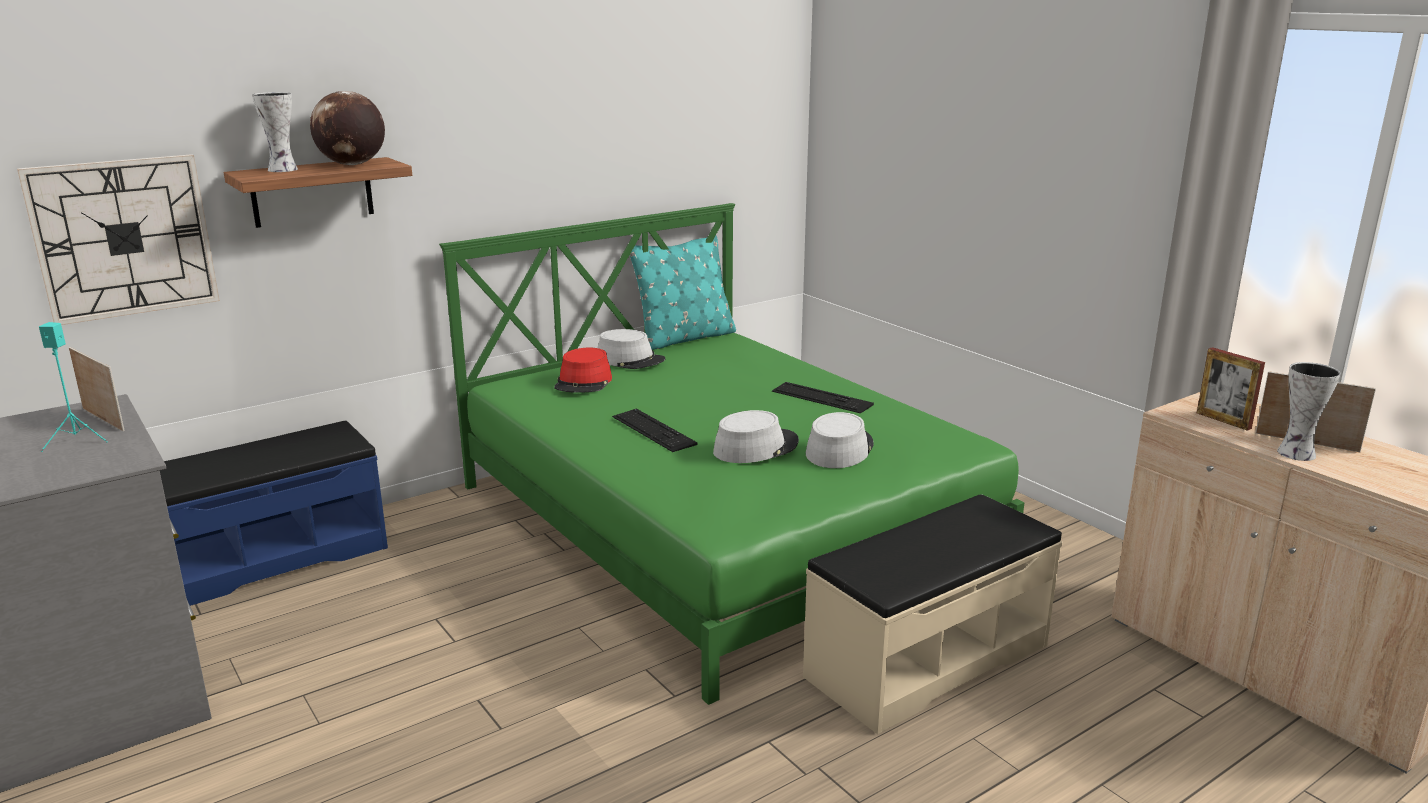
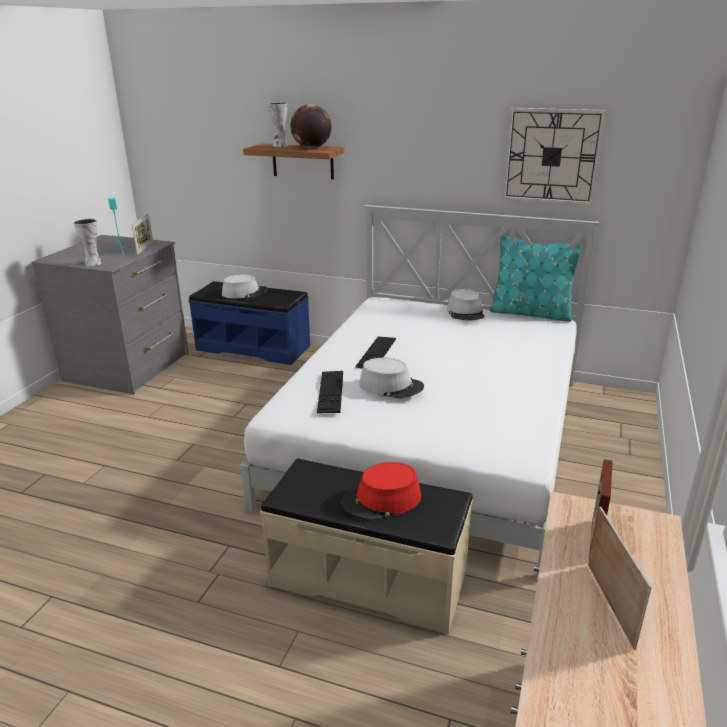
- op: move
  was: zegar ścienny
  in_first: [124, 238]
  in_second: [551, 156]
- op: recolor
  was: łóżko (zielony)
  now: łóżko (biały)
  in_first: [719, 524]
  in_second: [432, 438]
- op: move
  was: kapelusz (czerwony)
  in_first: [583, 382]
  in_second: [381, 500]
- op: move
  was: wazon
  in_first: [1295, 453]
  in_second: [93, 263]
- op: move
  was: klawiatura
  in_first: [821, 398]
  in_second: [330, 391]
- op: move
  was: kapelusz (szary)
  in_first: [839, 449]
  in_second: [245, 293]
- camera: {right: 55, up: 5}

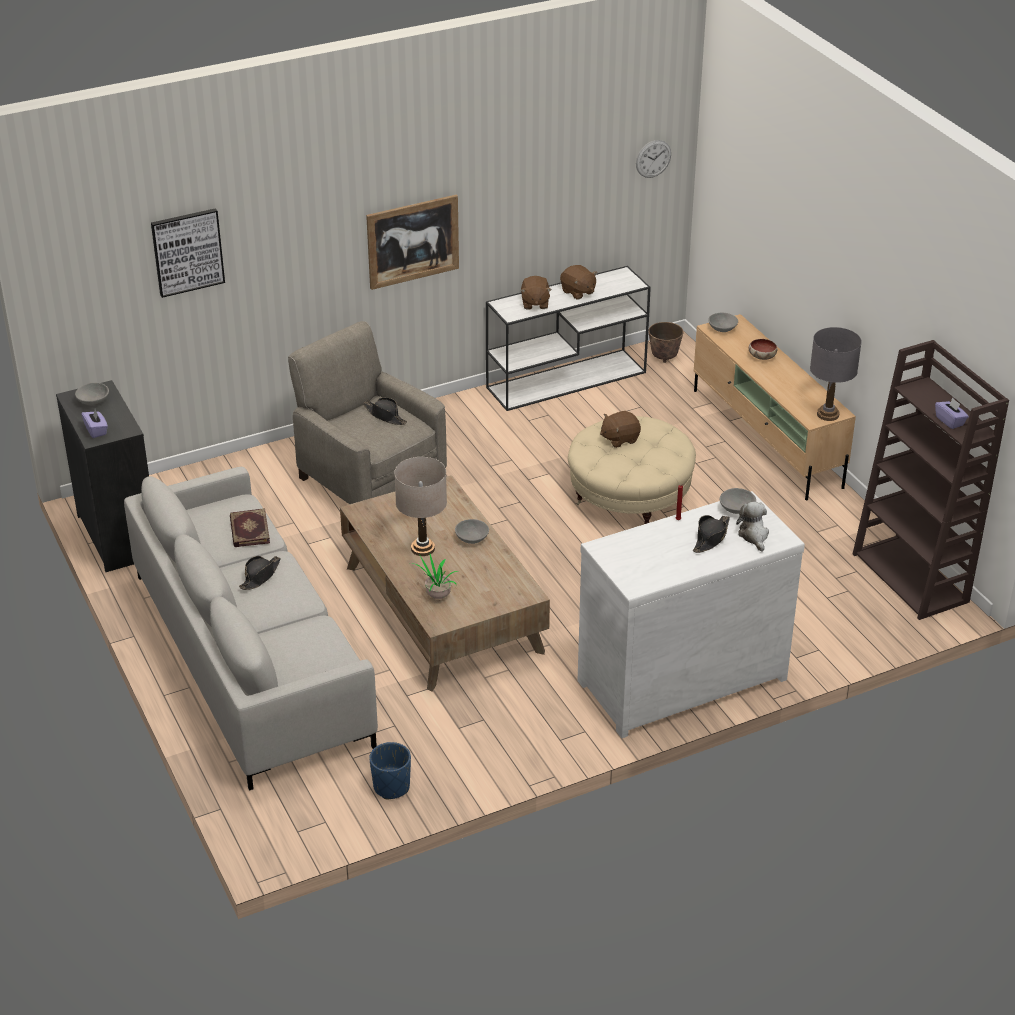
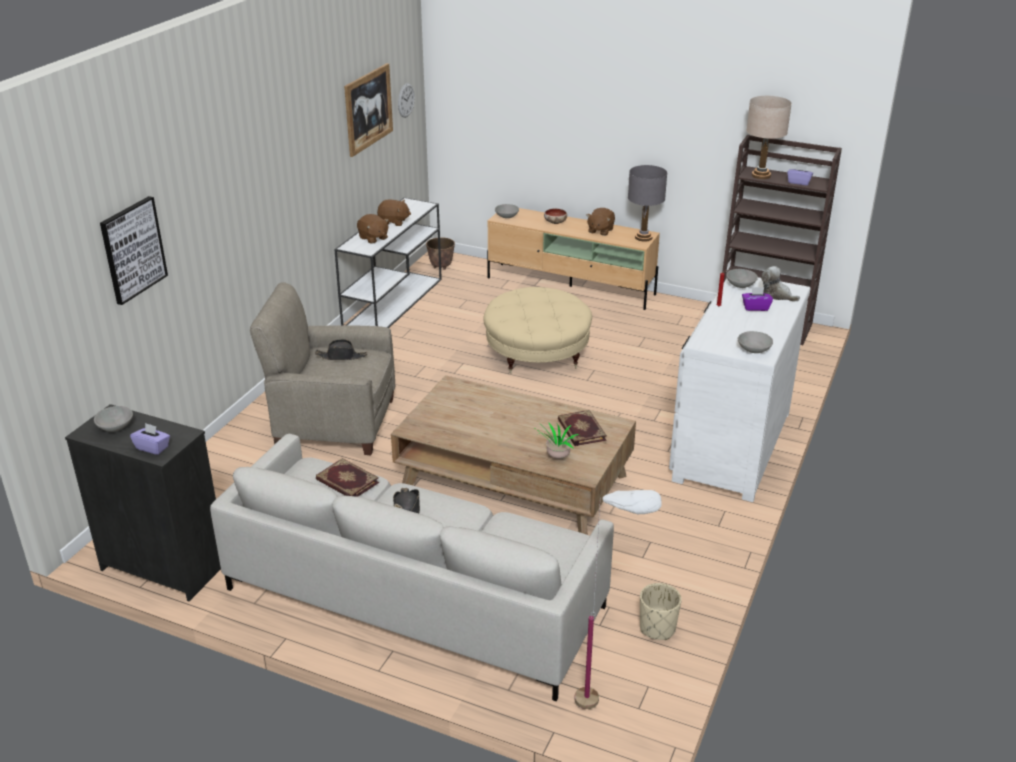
- op: move
  was: obraz
  in_first: [413, 241]
  in_second: [368, 109]
- op: move
  was: pluszak (brązowy)
  in_first: [619, 439]
  in_second: [600, 230]
- op: move
  was: lampa stołowa (beżowy)
  in_first: [422, 548]
  in_second: [761, 175]
- op: replace
  was: kapelusz (czarny)
  now: pudełko chusteczek (fioletowy)
  in_first: [711, 538]
  in_second: [755, 307]
- op: move
  was: miska (szary)
  in_first: [472, 538]
  in_second: [753, 349]
- op: recolor
  was: donica (niebieski)
  now: donica (beżowy)
  in_first: [391, 787]
  in_second: [657, 628]
- op: insert
  now: książka
  in_second: [580, 430]
- op: insert
  now: lampa stojąca (biały)
  in_second: [607, 707]
- camera: {right: -40, up: -5}

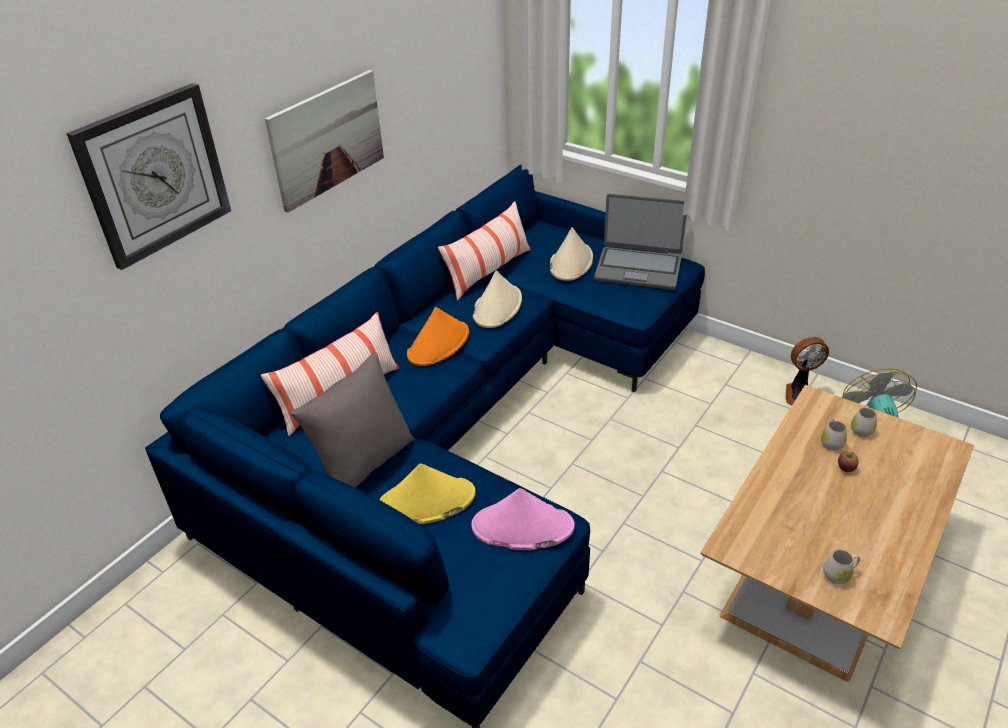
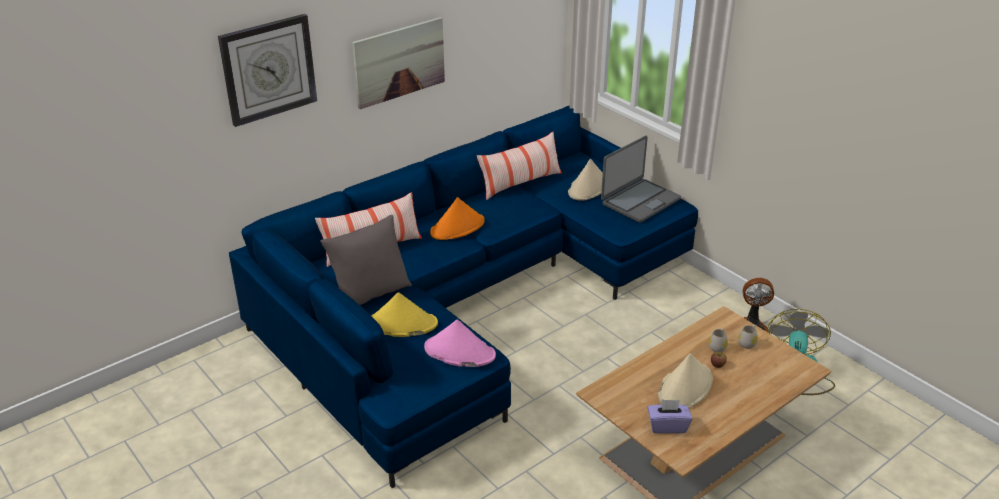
- op: rotate
  was: laptop
  in_first: [638, 268]
  in_second: [640, 201]
  clockwise: -75
- op: move
  was: kapelusz (beżowy)
  in_first: [497, 307]
  in_second: [685, 387]
- op: replace
  was: kubek (biały)
  now: pudełko chusteczek (fioletowy)
  in_first: [839, 574]
  in_second: [667, 426]
- camera: {right: 15, up: -5}

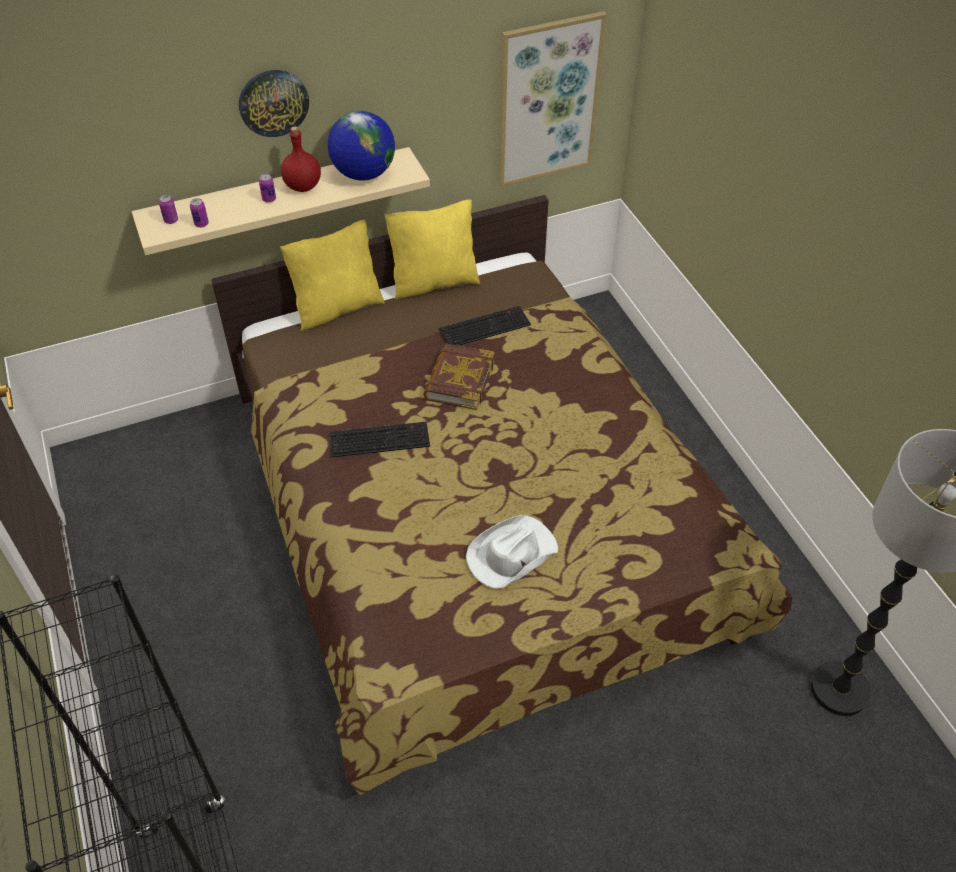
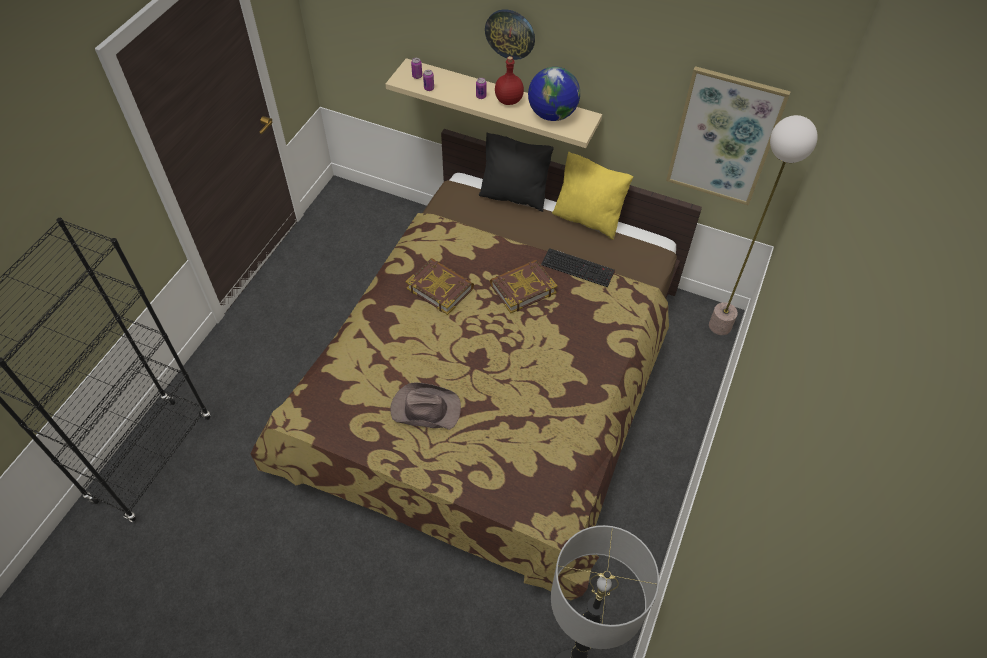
- op: recolor
  was: poduszka (żółty)
  now: poduszka (czarny)
  in_first: [337, 307]
  in_second: [514, 195]
- op: replace
  was: klawiatura
  now: książka
  in_first: [380, 439]
  in_second: [440, 288]
- op: recolor
  was: kapelusz (biały)
  now: kapelusz (brązowy)
  in_first: [511, 554]
  in_second: [425, 409]
- op: insert
  now: lampa stojąca
  in_second: [720, 326]
- camera: {right: 45, up: 5}

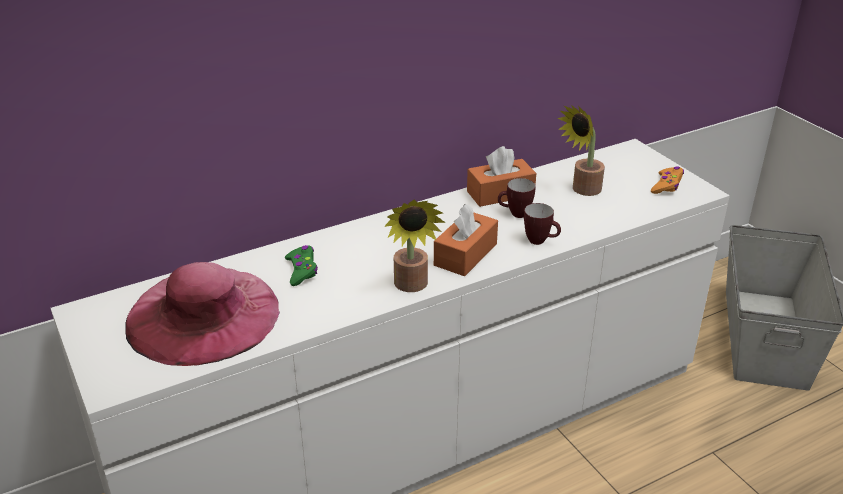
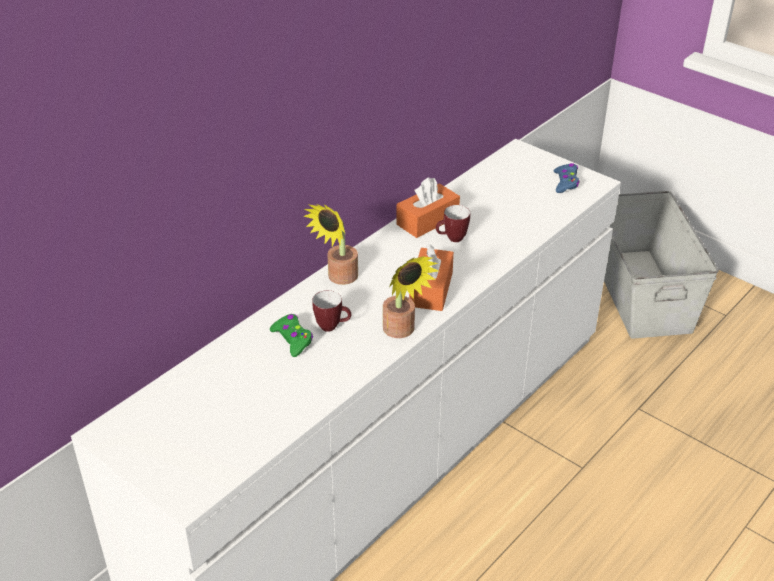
- op: move
  was: roślina doniczkowa
  in_first: [582, 190]
  in_second: [339, 278]
- op: recolor
  was: pad do gier (pomarańczowy)
  now: pad do gier (niebieski)
  in_first: [667, 185]
  in_second: [565, 182]
- op: move
  was: kubek
  in_first: [540, 241]
  in_second: [332, 326]
- op: delete
  was: kapelusz (różowy)
  in_first: [203, 315]
- camera: {right: -20, up: 5}

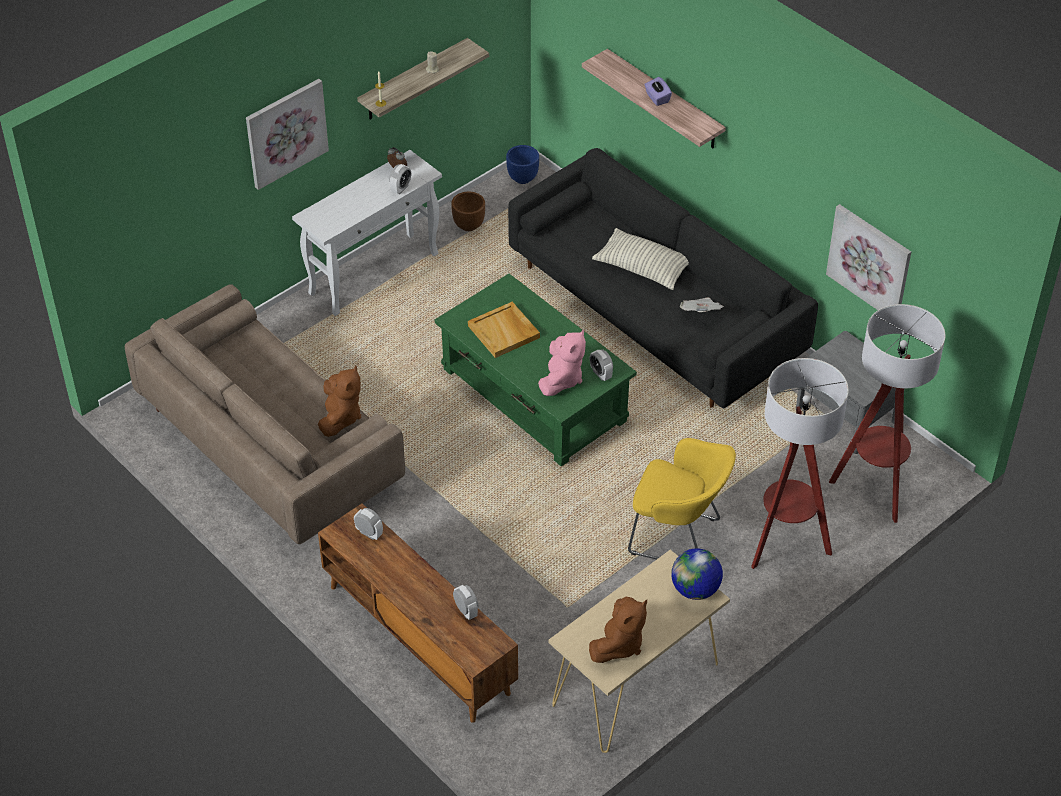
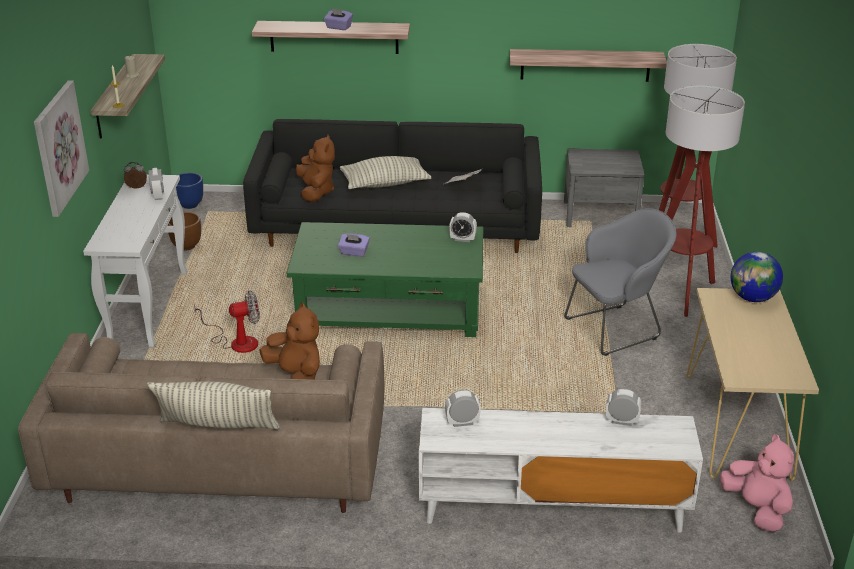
- op: replace
  was: obraz
  now: półka
  in_first: [870, 261]
  in_second: [585, 65]
- op: replace
  was: taca (beżowy)
  now: pudełko chusteczek (fioletowy)
  in_first: [504, 332]
  in_second: [354, 252]
- op: move
  was: pluszak (różowy)
  in_first: [561, 379]
  in_second: [756, 509]
- op: recolor
  was: fotel (żółty)
  now: fotel (szary)
  in_first: [678, 537]
  in_second: [616, 328]
- op: recolor
  was: szafka pod telewizor (brązowy)
  now: szafka pod telewizor (biały)
  in_first: [417, 639]
  in_second: [551, 508]
- op: move
  was: pluszak (brązowy)
  in_first: [619, 644]
  in_second: [316, 192]
- op: insert
  now: wentylator
  in_second: [236, 342]
- op: insert
  now: poduszka
  in_second: [218, 430]
- camera: {right: -45, up: -15}

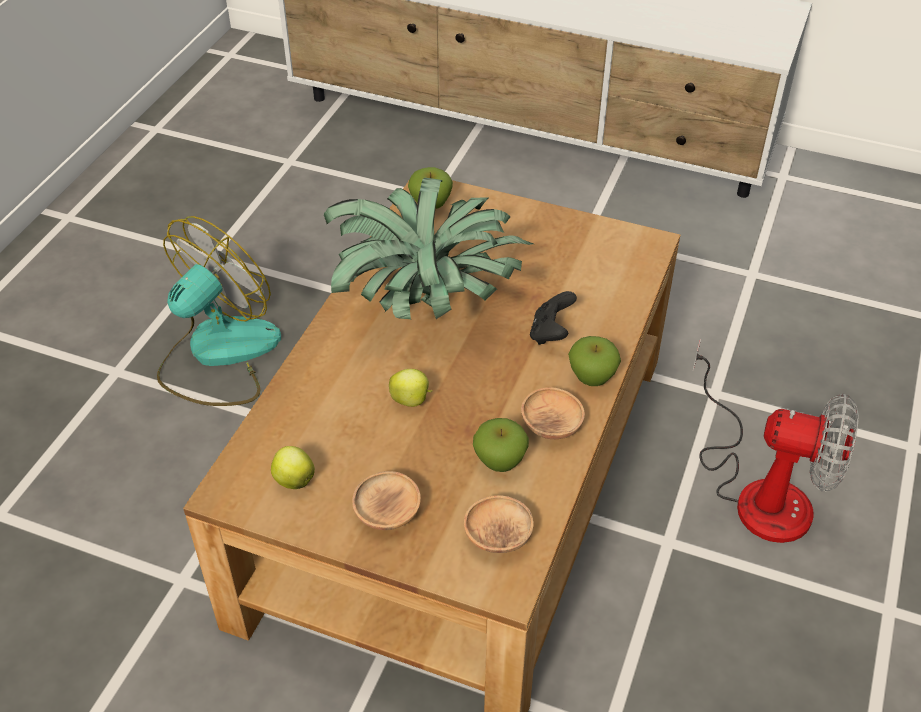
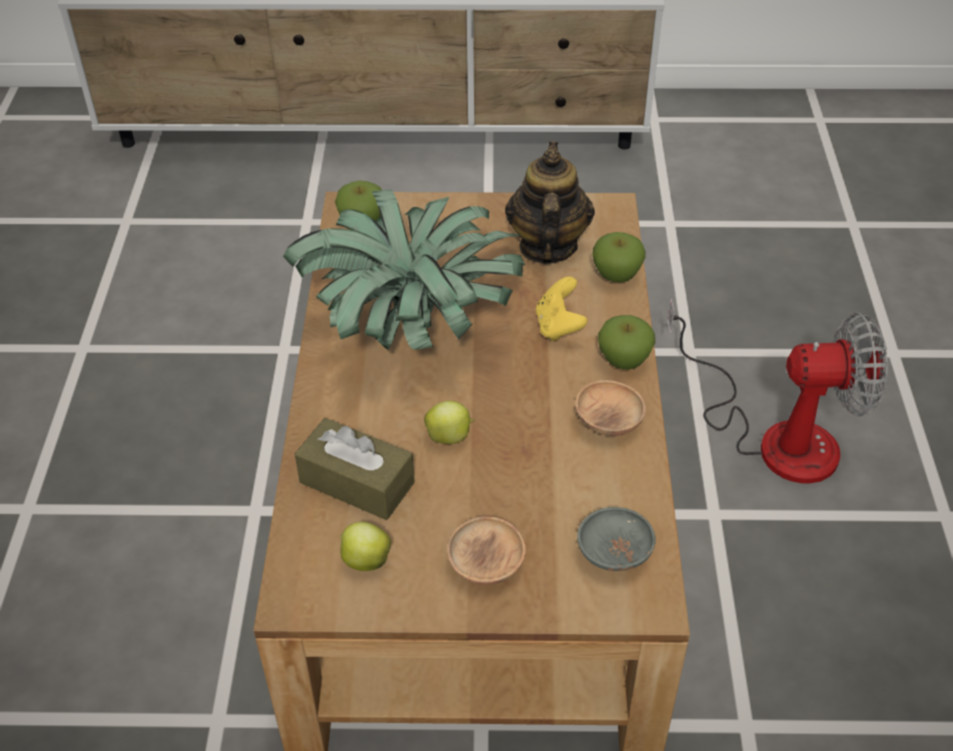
- op: delete
  was: wentylator
  in_first: [218, 355]
- op: recolor
  was: pad do gier (czarny)
  now: pad do gier (żółty)
  in_first: [551, 333]
  in_second: [559, 326]
- op: move
  was: jabłko
  in_first: [500, 462]
  in_second: [616, 276]
- op: recolor
  was: miska (brązowy)
  now: miska (szary)
  in_first: [498, 536]
  in_second: [614, 553]
- op: insert
  now: imbryk
  in_second: [547, 246]
- op: insert
  now: pudełko chusteczek (brązowy)
  in_second: [357, 482]
- camera: {right: -20, up: 0}

